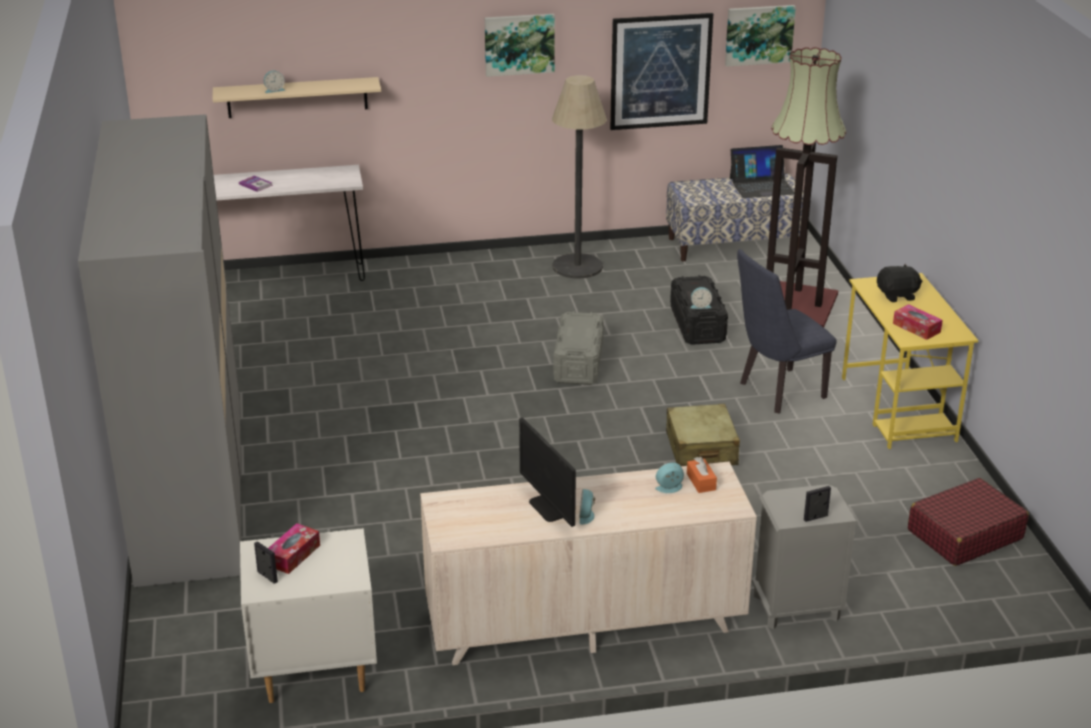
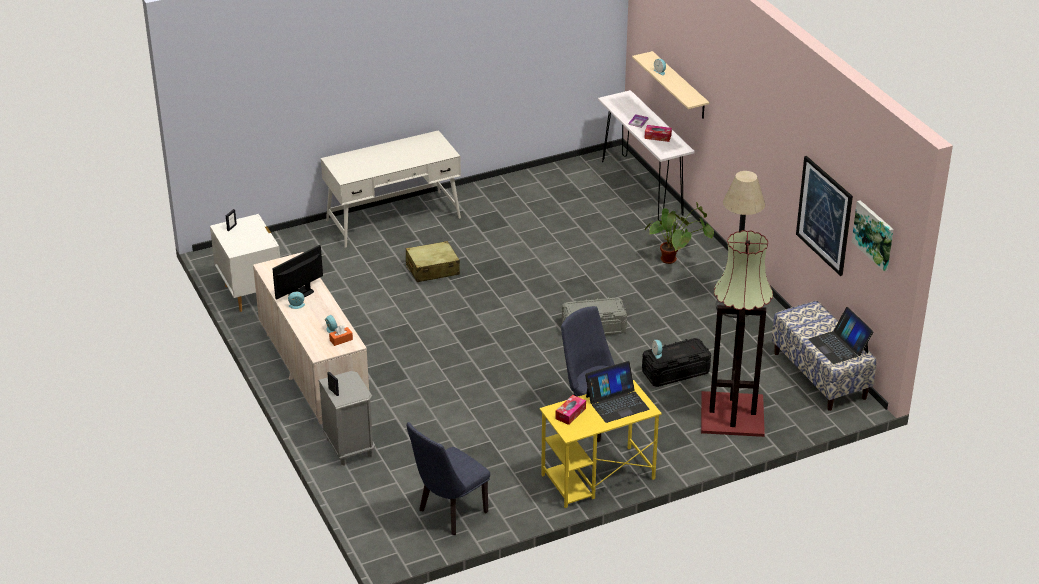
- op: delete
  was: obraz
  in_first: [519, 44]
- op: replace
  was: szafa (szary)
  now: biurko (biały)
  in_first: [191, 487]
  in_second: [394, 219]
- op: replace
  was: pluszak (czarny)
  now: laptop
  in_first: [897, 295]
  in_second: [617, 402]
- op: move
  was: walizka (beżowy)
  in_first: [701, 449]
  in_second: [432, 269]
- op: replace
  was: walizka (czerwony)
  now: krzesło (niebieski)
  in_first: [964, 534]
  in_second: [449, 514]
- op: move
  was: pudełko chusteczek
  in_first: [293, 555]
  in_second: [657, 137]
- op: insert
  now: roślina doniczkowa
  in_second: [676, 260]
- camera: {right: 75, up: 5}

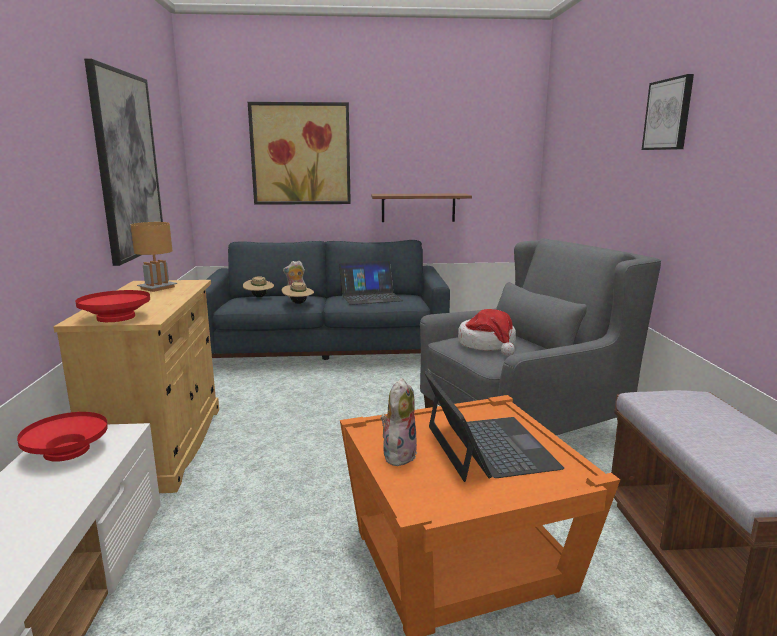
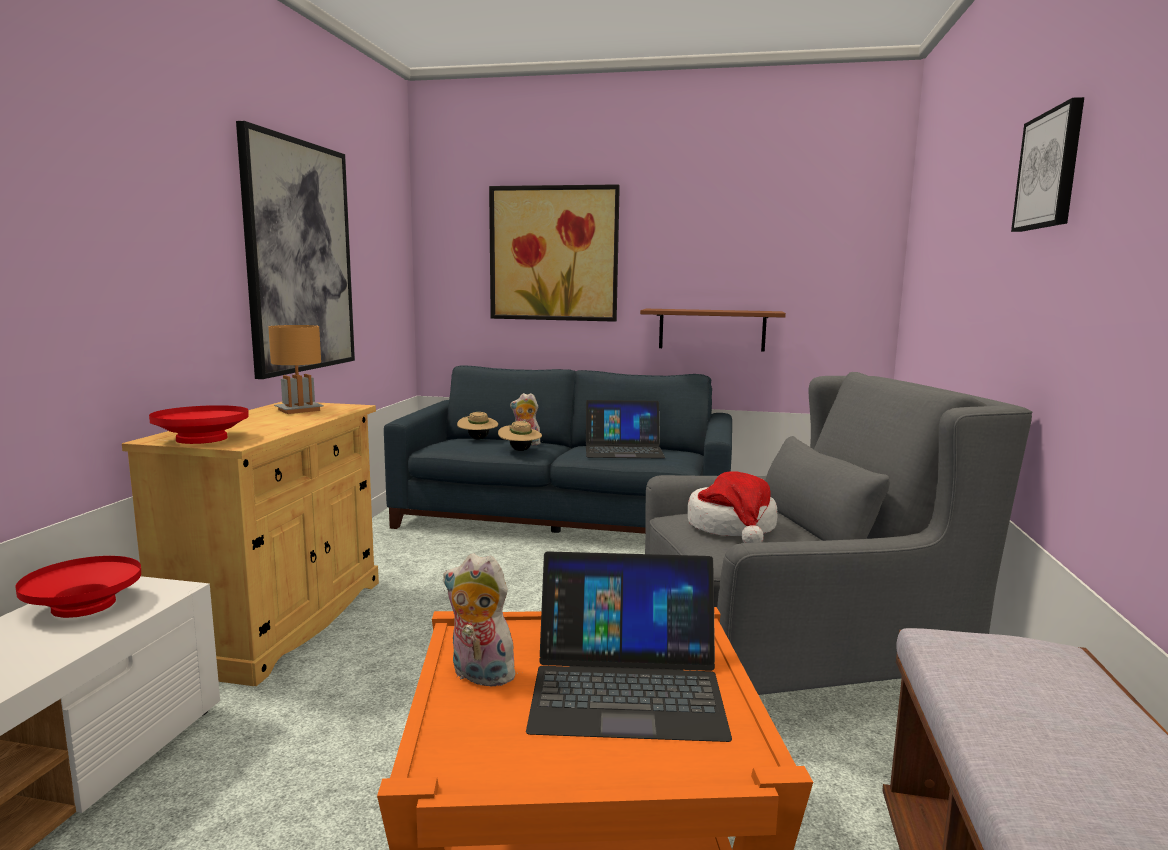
- op: rotate
  was: laptop
  in_first: [488, 447]
  in_second: [627, 686]
  clockwise: 90
- op: rotate
  was: pluszak
  in_first: [398, 454]
  in_second: [479, 676]
  clockwise: -105
- camera: {right: 15, up: -5}

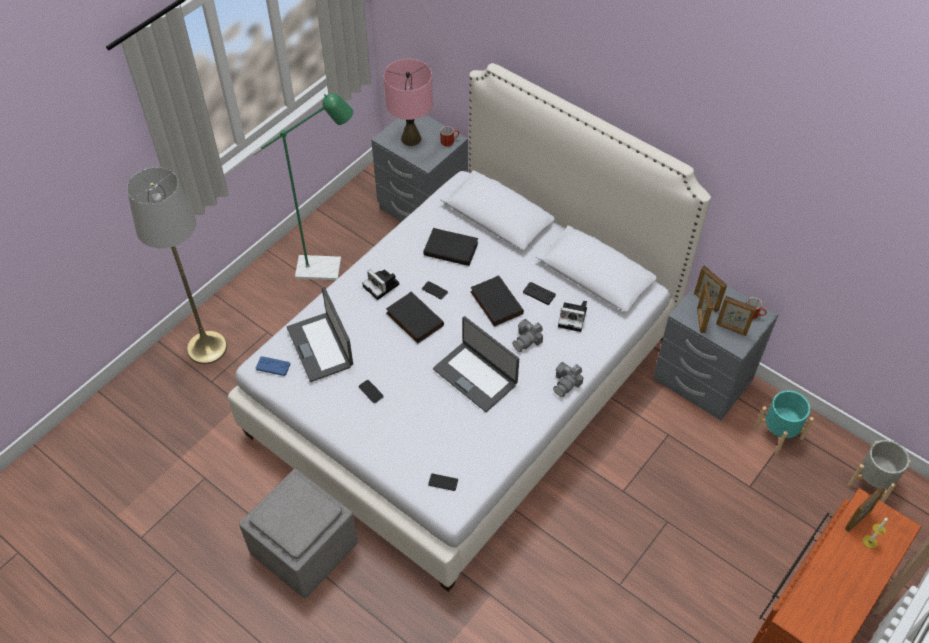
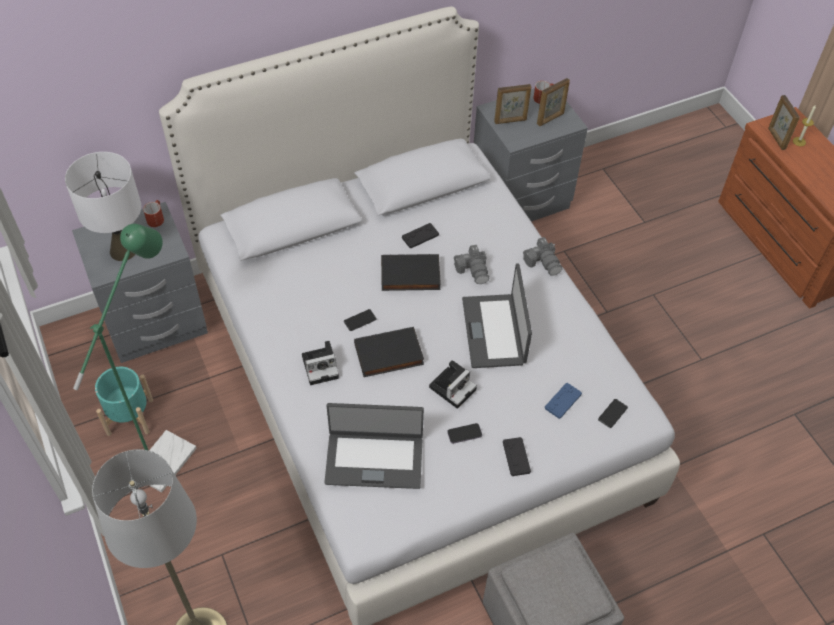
- op: recolor
  was: lampa stołowa (różowy)
  now: lampa stołowa (biały)
  in_first: [411, 139]
  in_second: [123, 250]
- op: delete
  was: książka (czarny)
  in_first: [451, 248]
- op: delete
  was: ramka na zdjęcie
  in_first: [700, 320]
- op: move
  was: aparat fotograficzny
  in_first: [573, 318]
  in_second: [453, 387]
- op: rotate
  was: laptop
  in_first: [475, 376]
  in_second: [494, 331]
  clockwise: 105
- op: move
  was: pad do gier (niebieski)
  in_first: [273, 366]
  in_second: [563, 401]
- op: move
  was: donica (turkusowy)
  in_first: [778, 433]
  in_second: [130, 417]
- op: delete
  was: donica (szary)
  in_first: [873, 482]
- op: insert
  now: pad do gier (czarny)
  in_second: [516, 457]
- camera: {right: -65, up: 0}

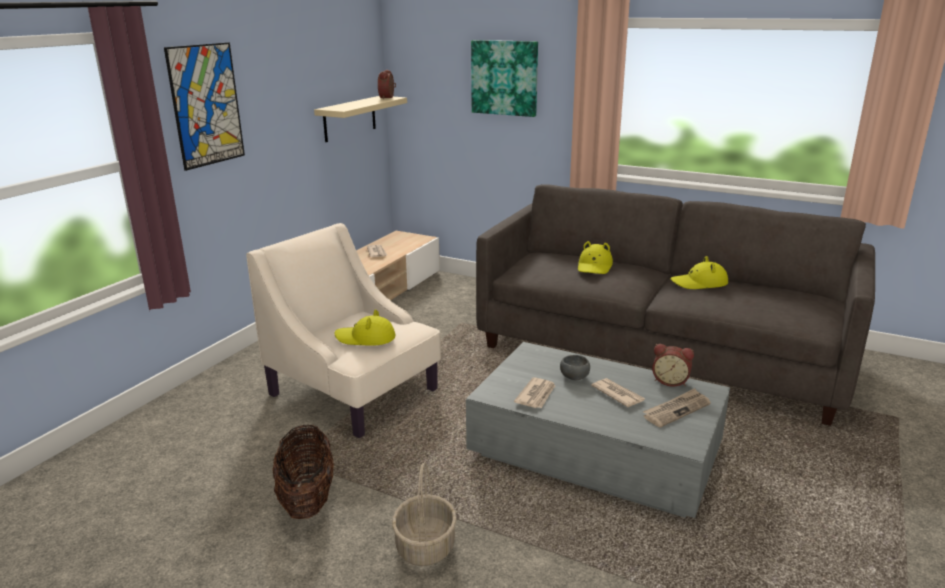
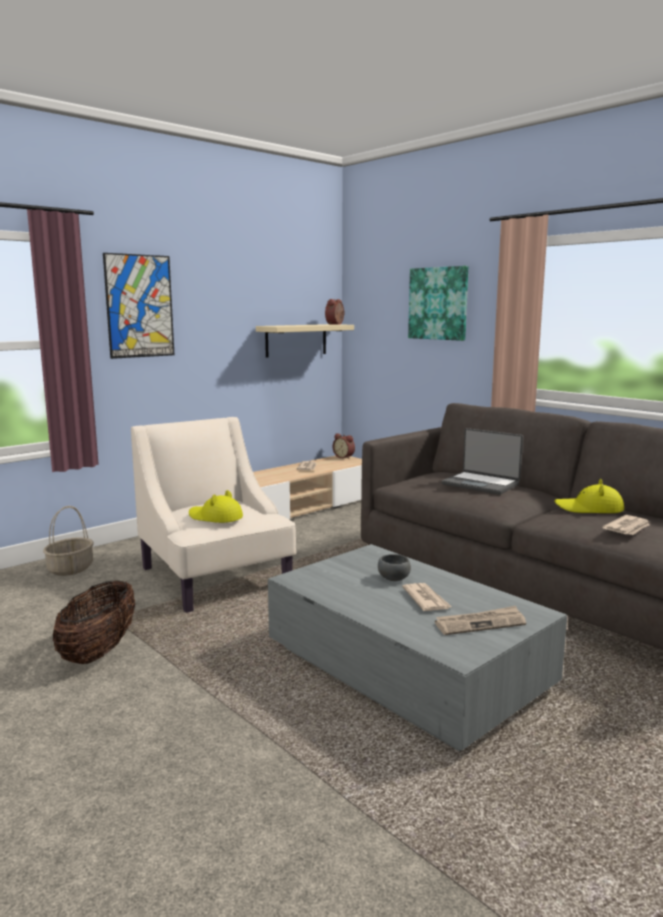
- op: replace
  was: kapelusz (żółty)
  now: laptop
  in_first: [594, 267]
  in_second: [481, 484]
- op: move
  was: budzik
  in_first: [670, 381]
  in_second: [344, 457]
- op: move
  was: gazeta
  in_first: [536, 395]
  in_second: [628, 528]
- op: move
  was: koszyk
  in_first: [426, 547]
  in_second: [70, 569]
- camera: {right: 20, up: -10}

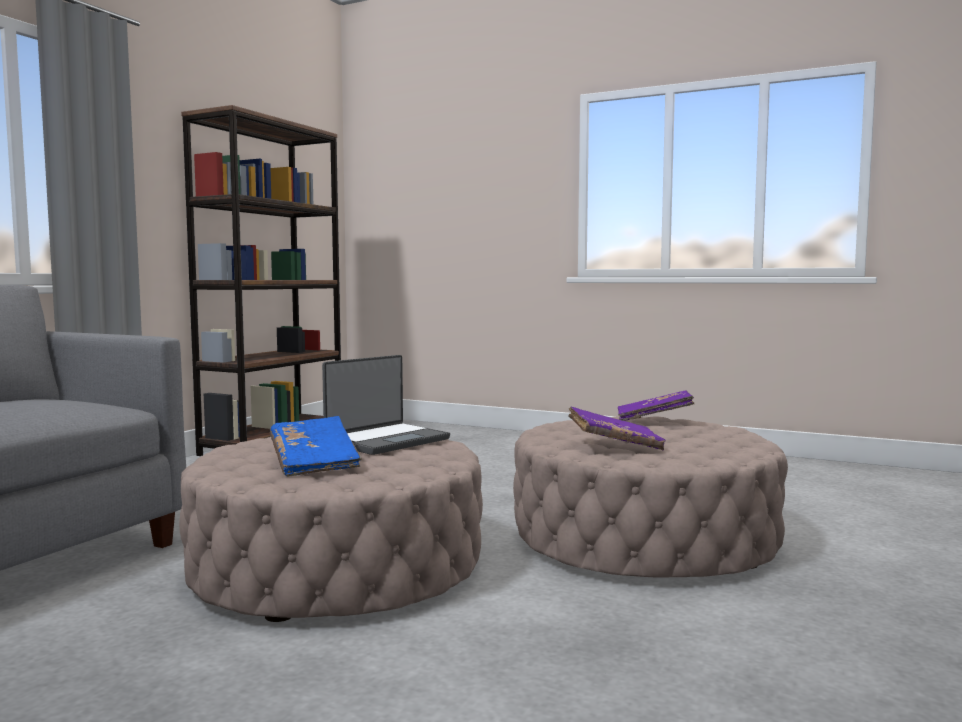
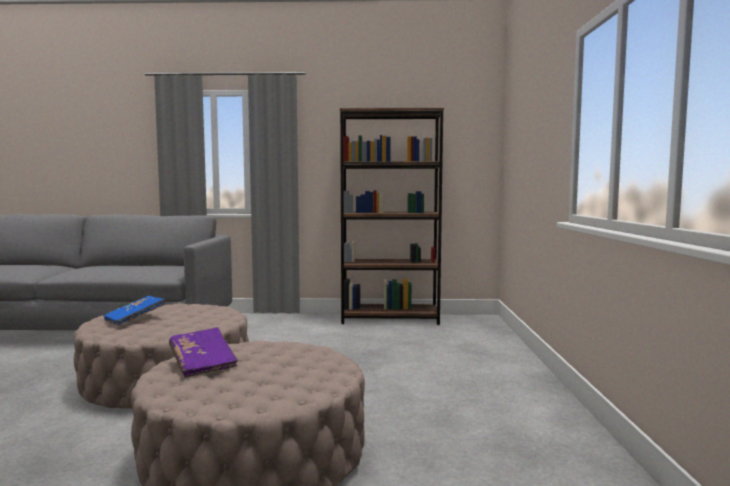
- op: delete
  was: laptop
  in_first: [386, 441]
- op: delete
  was: książka (fioletowy)
  in_first: [654, 420]
- camera: {right: 65, up: 0}

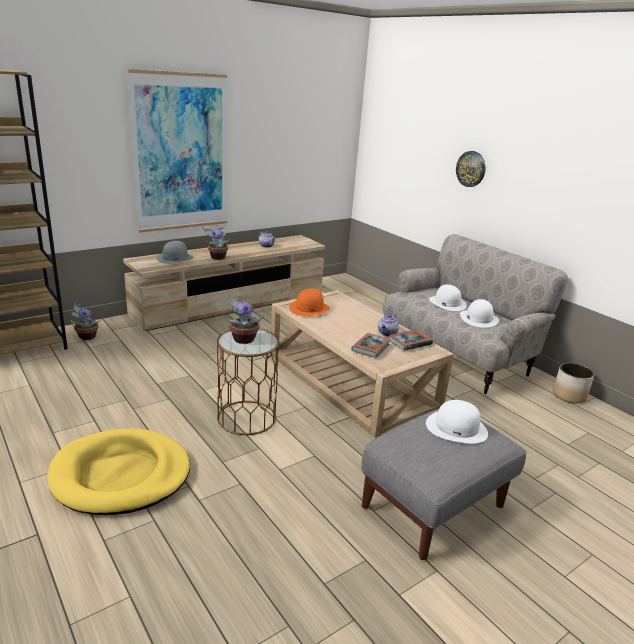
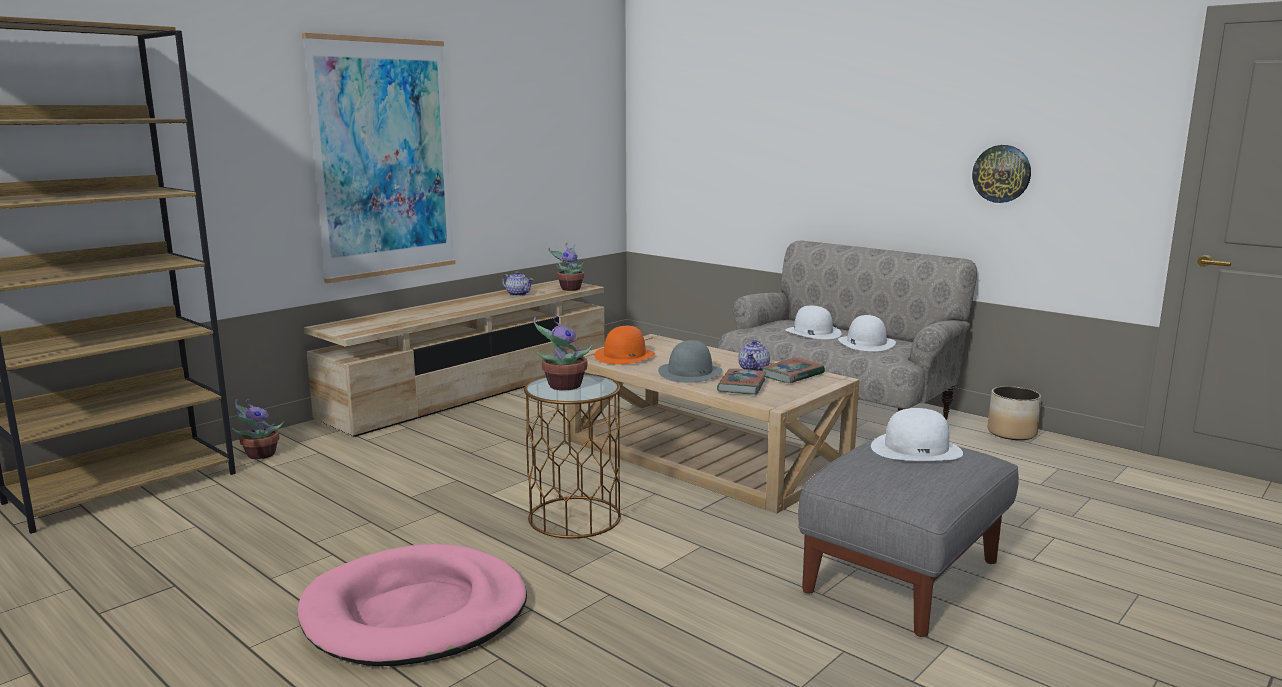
- op: move
  was: zegar ścienny
  in_first: [471, 169]
  in_second: [1001, 173]
- op: move
  was: roślina doniczkowa
  in_first: [217, 257]
  in_second: [570, 288]
- op: move
  was: kapelusz (szary)
  in_first: [175, 258]
  in_second: [690, 373]
- op: recolor
  was: legowisko (żółty)
  now: legowisko (różowy)
  in_first: [121, 475]
  in_second: [415, 613]
- camera: {right: -10, up: -10}

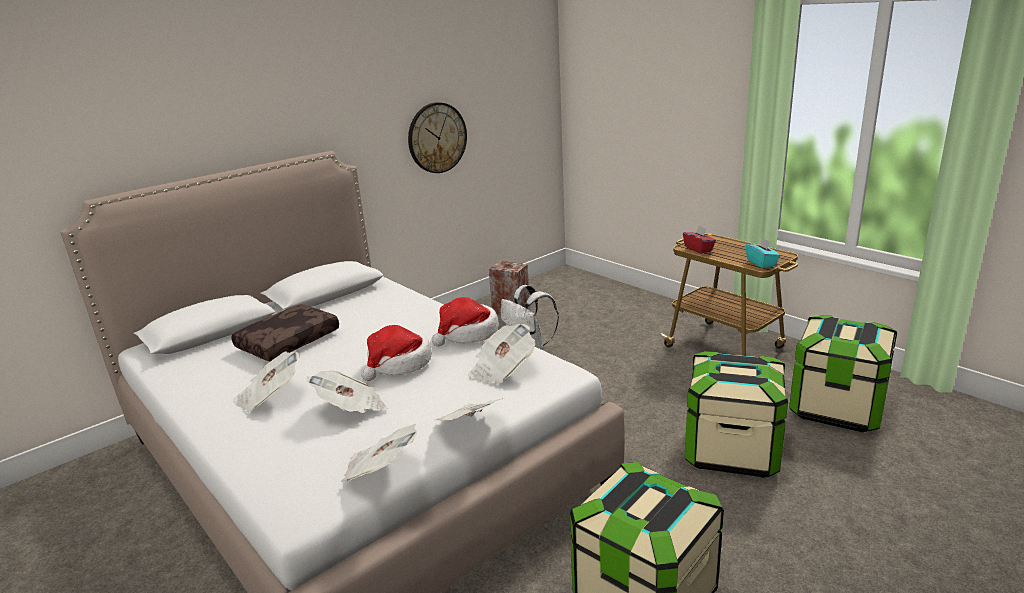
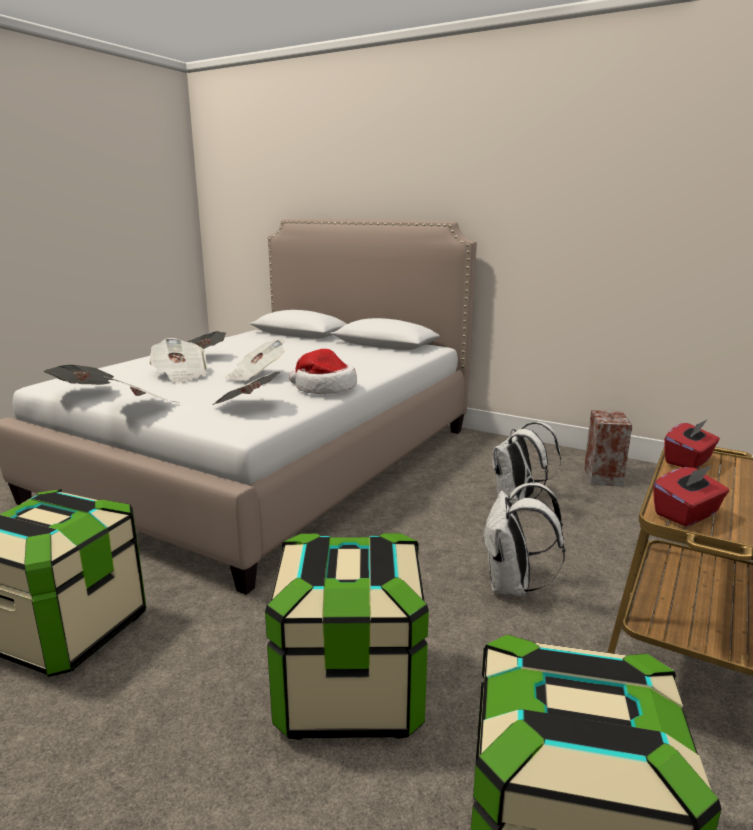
- op: delete
  was: zegar ścienny
  in_first: [437, 138]
- op: recolor
  was: pudełko chusteczek (turkusowy)
  now: pudełko chusteczek (czerwony)
  in_first: [761, 263]
  in_second: [687, 514]
- op: delete
  was: poduszka (brązowy)
  in_first: [288, 341]
- op: replace
  was: kapelusz
  now: gazeta
  in_first: [398, 363]
  in_second: [256, 376]
- op: insert
  now: plecak (biały)
  in_second: [512, 586]
- camera: {right: 70, up: -5}

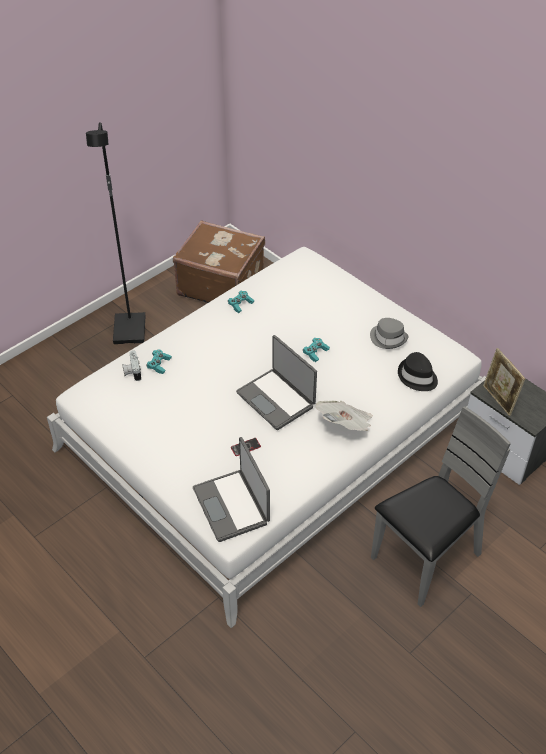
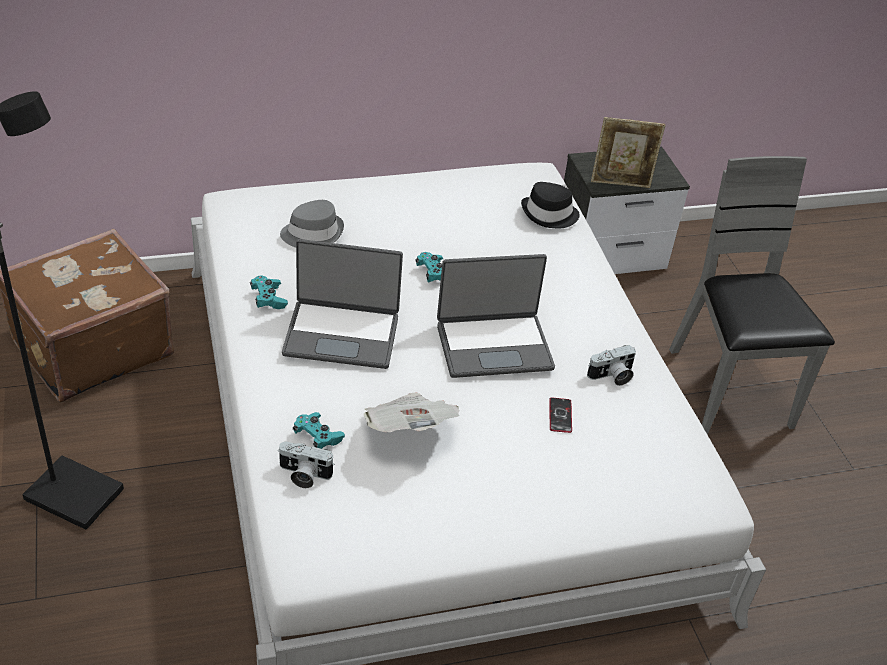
- op: move
  was: kapelusz (szary)
  in_first: [388, 338]
  in_second: [312, 233]
- op: move
  was: gazeta
  in_first: [345, 425]
  in_second: [409, 430]
- op: move
  was: laptop
  in_first: [232, 505]
  in_second: [342, 334]
- op: insert
  now: aparat fotograficzny
  in_second: [612, 376]
- camera: {right: -65, up: -5}

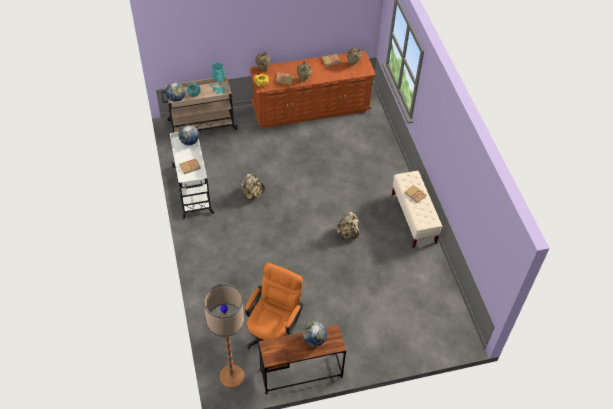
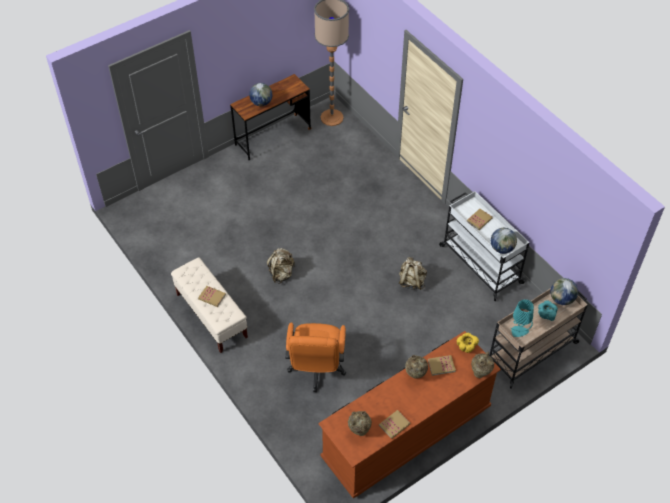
- op: move
  was: krzesło biurowe (pomarańczowy)
  in_first: [274, 331]
  in_second: [316, 370]
- camera: {right: 160, up: 0}

